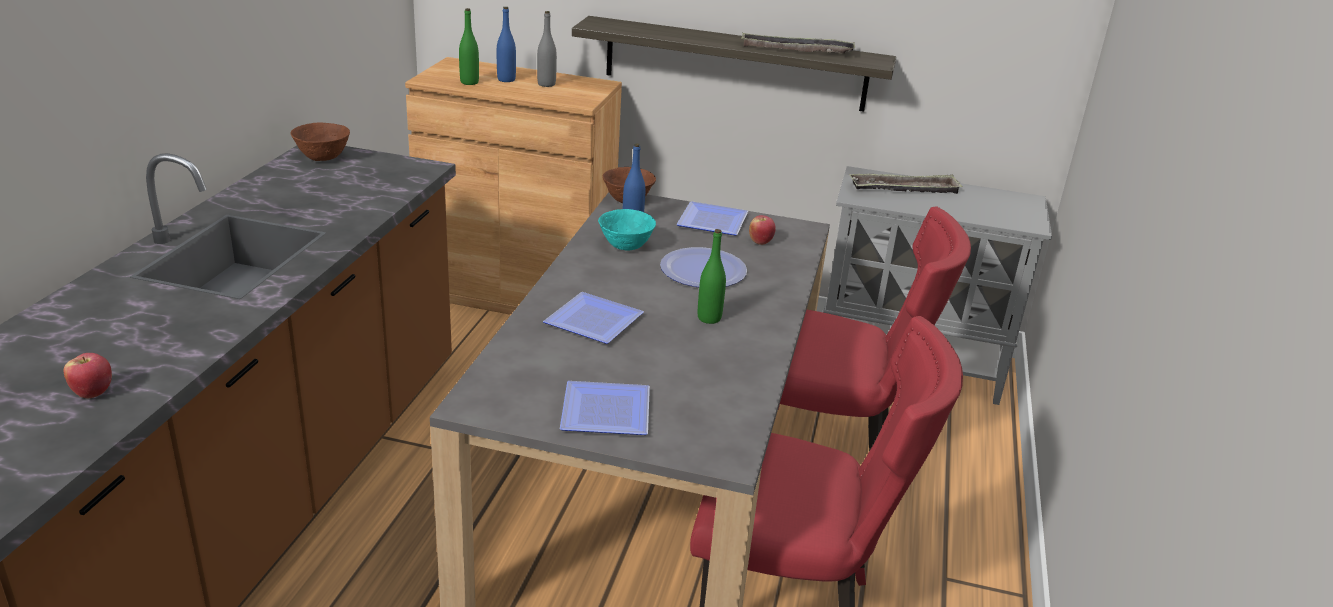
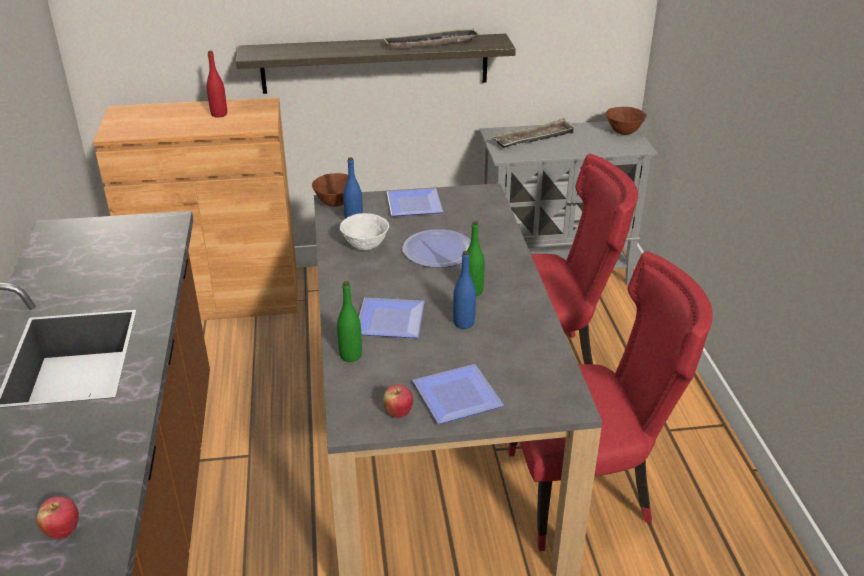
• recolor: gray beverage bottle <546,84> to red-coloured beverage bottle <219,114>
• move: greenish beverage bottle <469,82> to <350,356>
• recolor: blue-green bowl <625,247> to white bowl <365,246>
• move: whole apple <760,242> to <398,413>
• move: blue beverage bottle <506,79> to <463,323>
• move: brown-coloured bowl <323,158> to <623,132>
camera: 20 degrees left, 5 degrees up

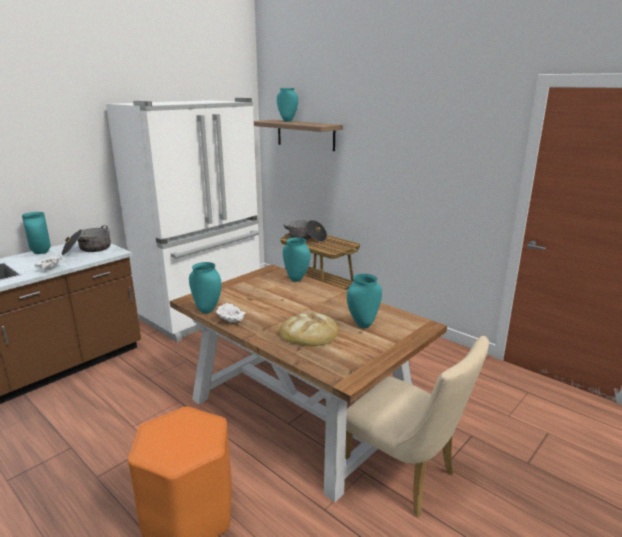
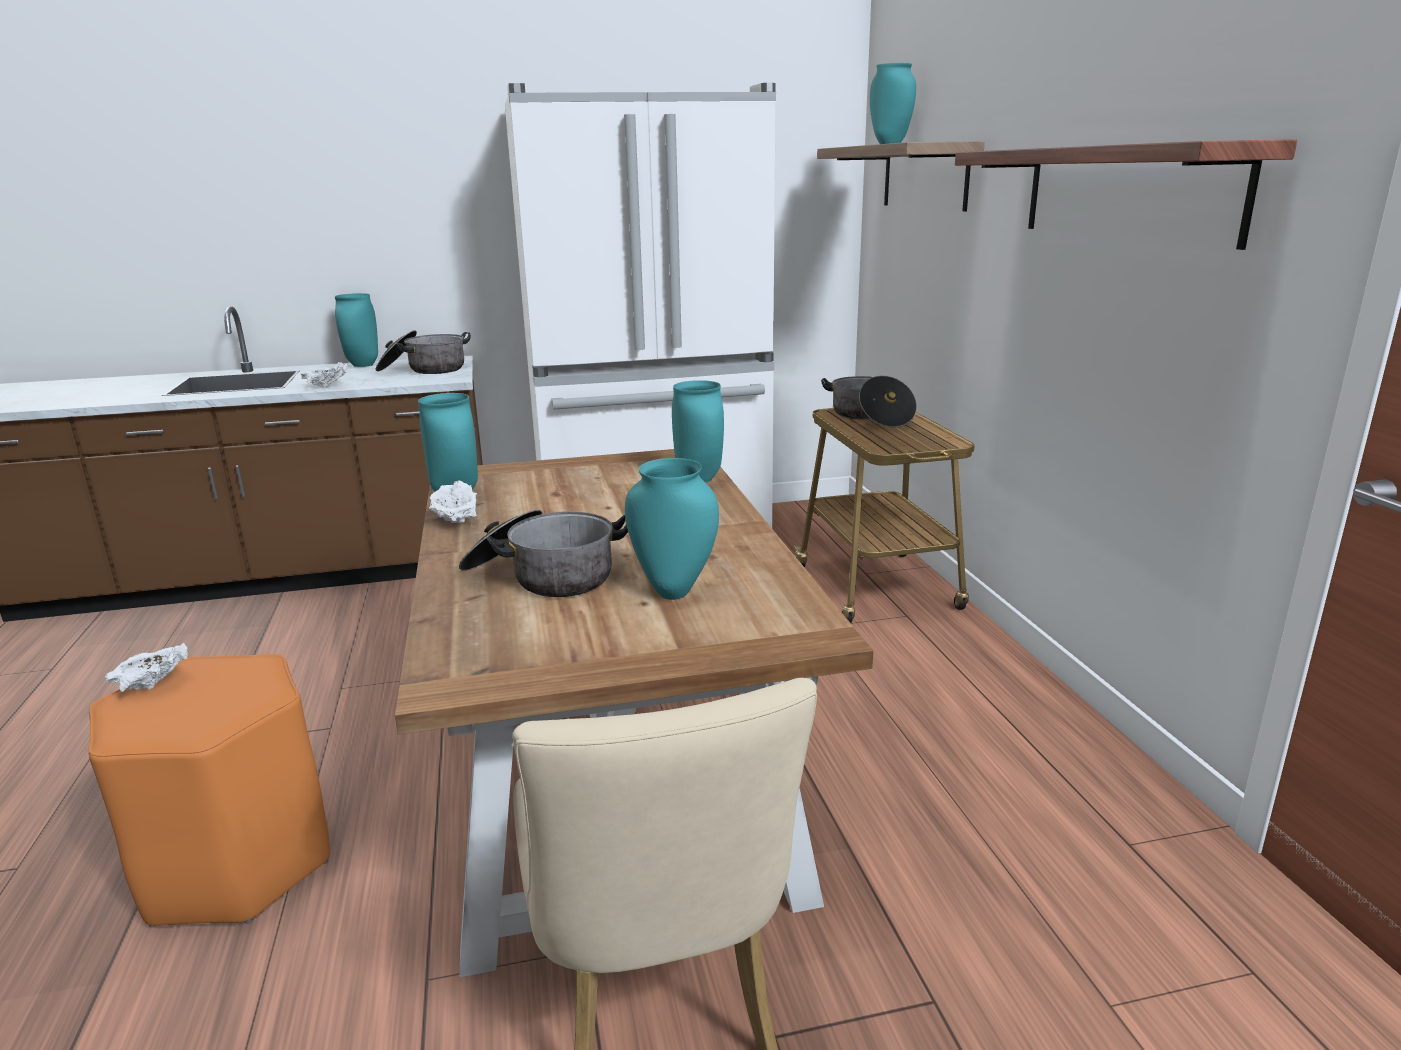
• insert: white bowl <153,686>
• replace: bakery bread <309,333> to stockpot <543,577>
• insert: bracket shelf <1126,192>
camera: 35 degrees right, 0 degrees up

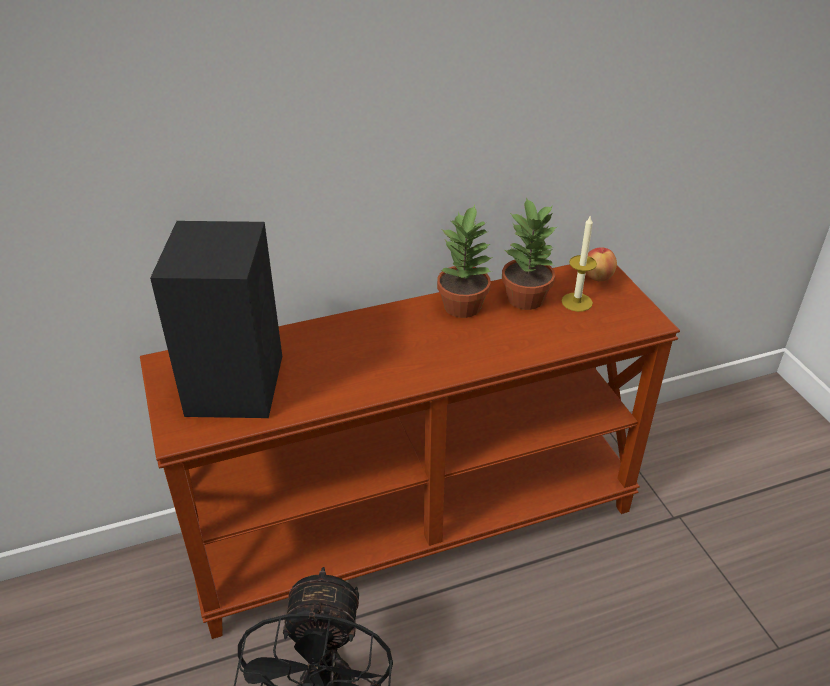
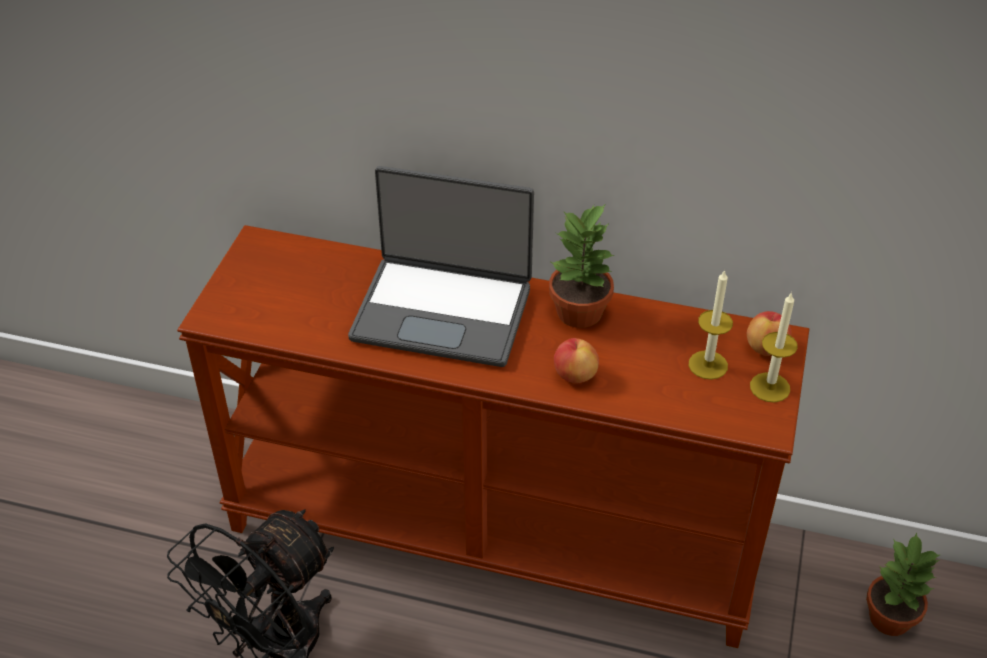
• insert: portable computer <443,311>
• insert: whole apple <574,375>
• insert: candle <770,387>
• move: plant in a pot <526,298> to <891,618>
• delete: blackish audio speaker <235,383>
camera: 35 degrees right, 5 degrees up

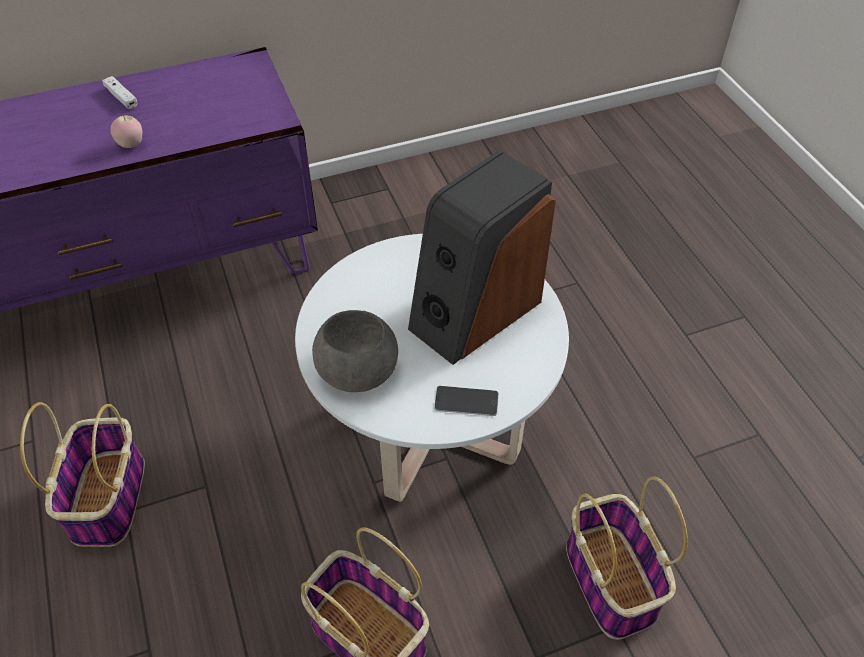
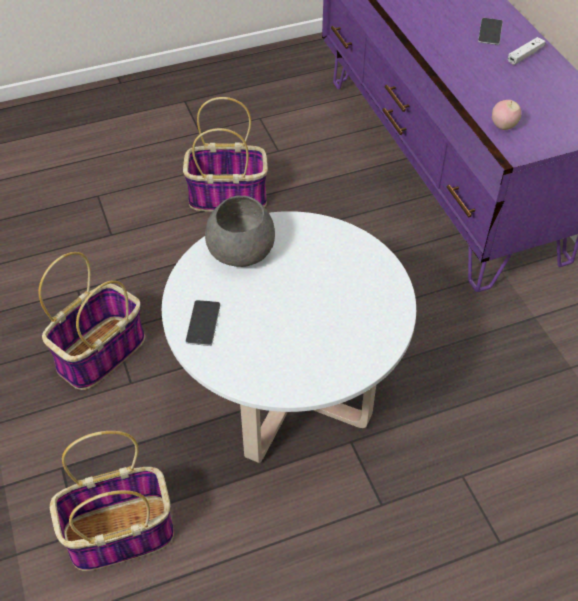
• insert: phone <490,31>
• move: whole apple <131,145> to <503,126>
• delete: audio speaker <474,313>
camera: 90 degrees right, 0 degrees up

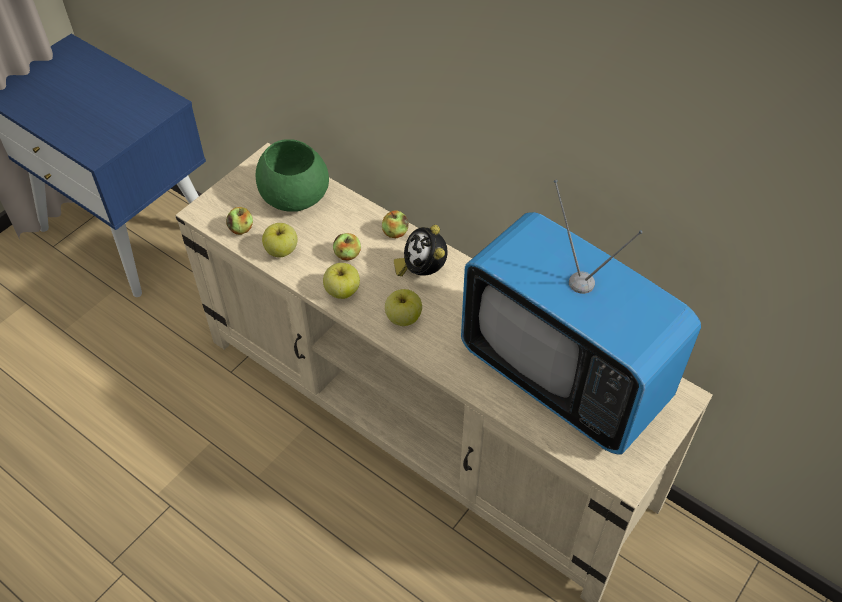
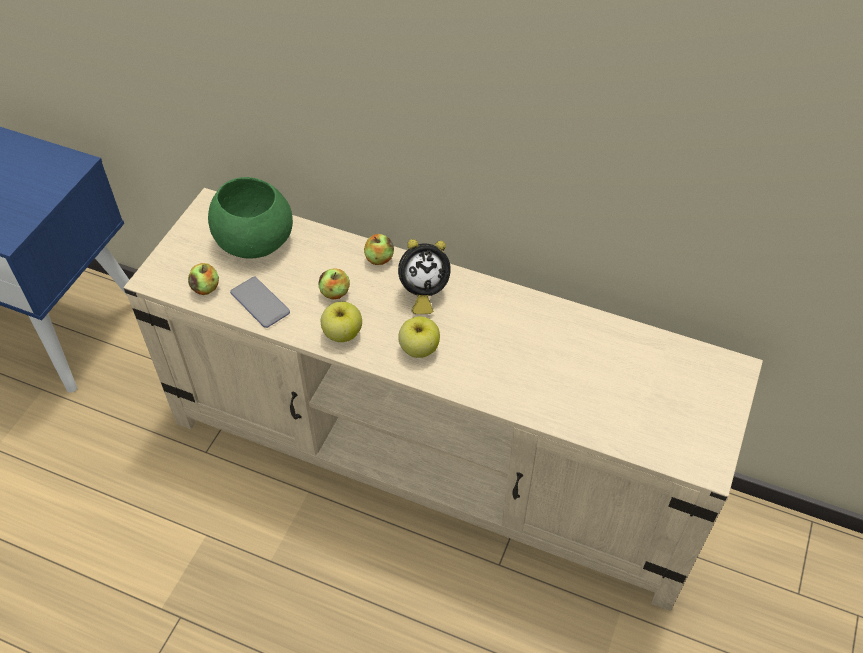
• replace: whole apple <282,251> to phone <260,303>
• rotate: table clock <422,270> = <422,293> 75 degrees counterclockwise
• delete: TV set <564,376>
camera: 15 degrees left, 0 degrees up

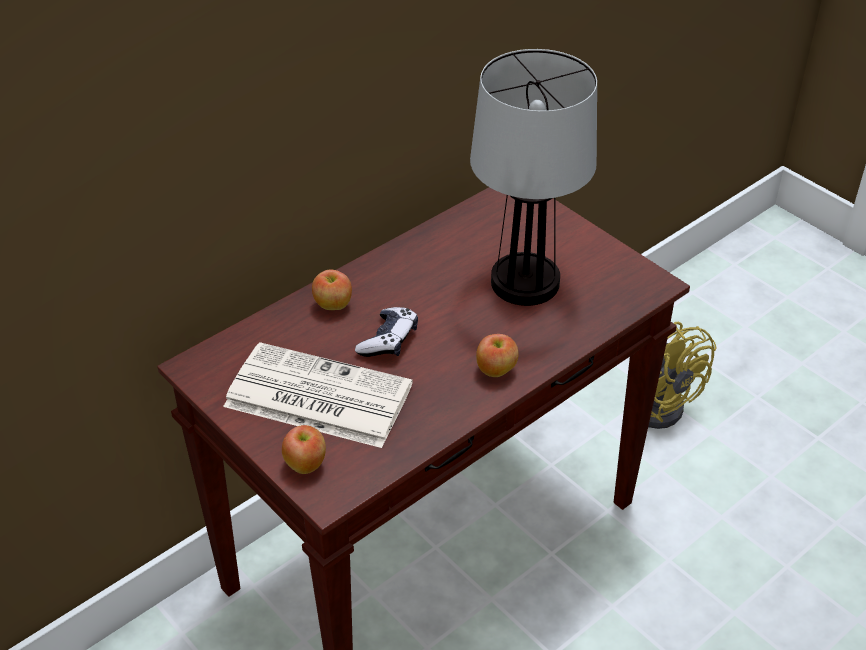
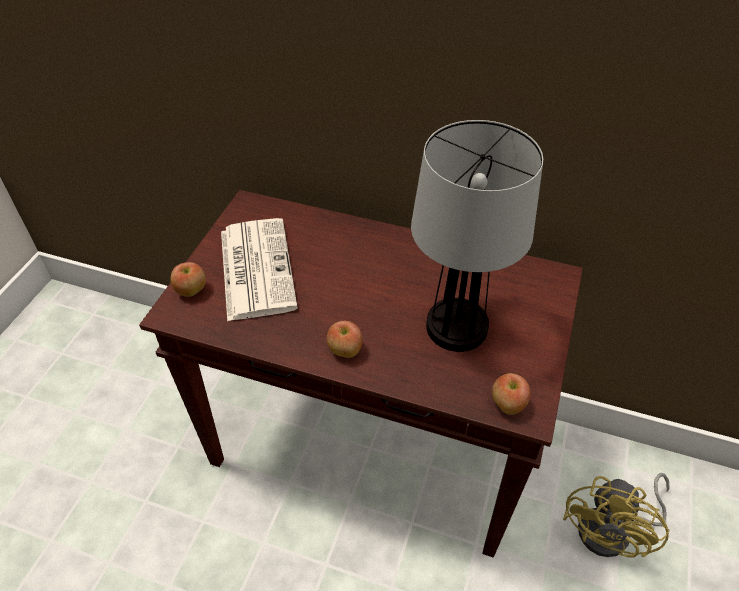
• move: whole apple <333,305> to <507,405>
• delete: game controller <388,340>
camera: 60 degrees right, 5 degrees up

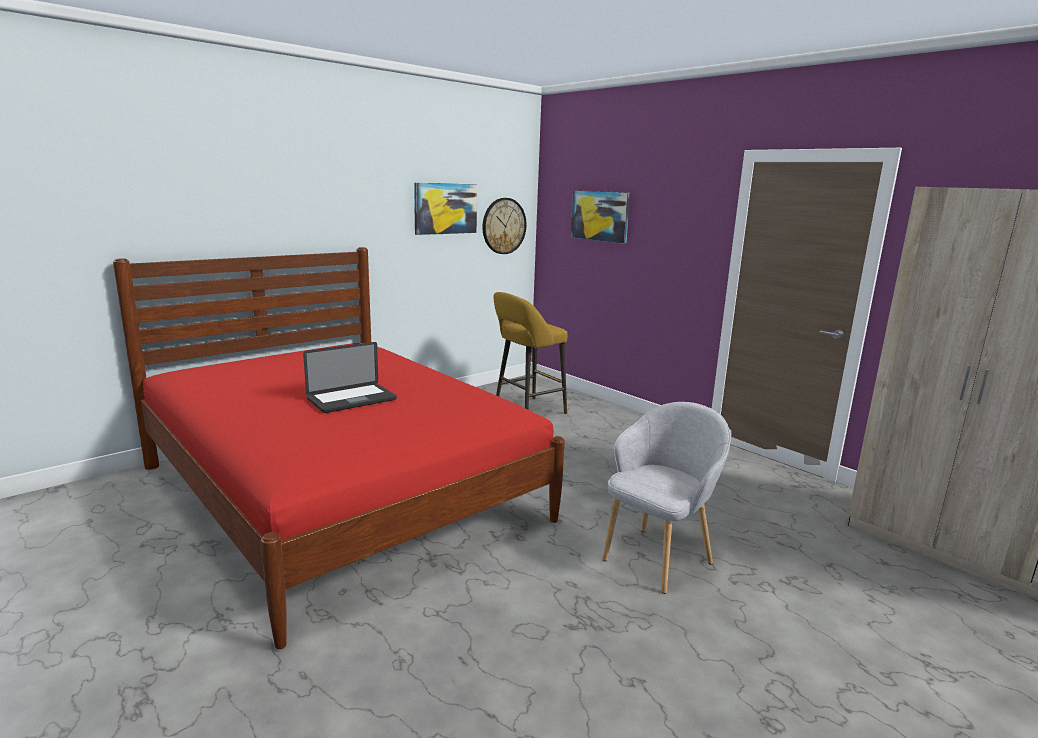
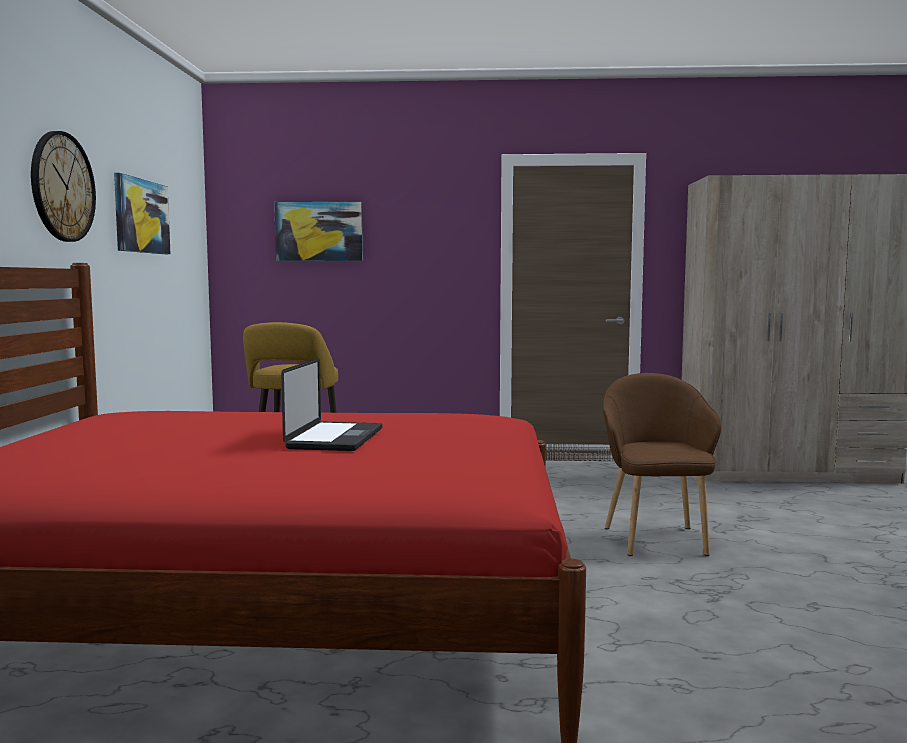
• move: wall clock <504,226> to <62,187>
• recolor: gray lounge chair <658,558> to brown-coloured lounge chair <656,539>
camera: 45 degrees left, 10 degrees down

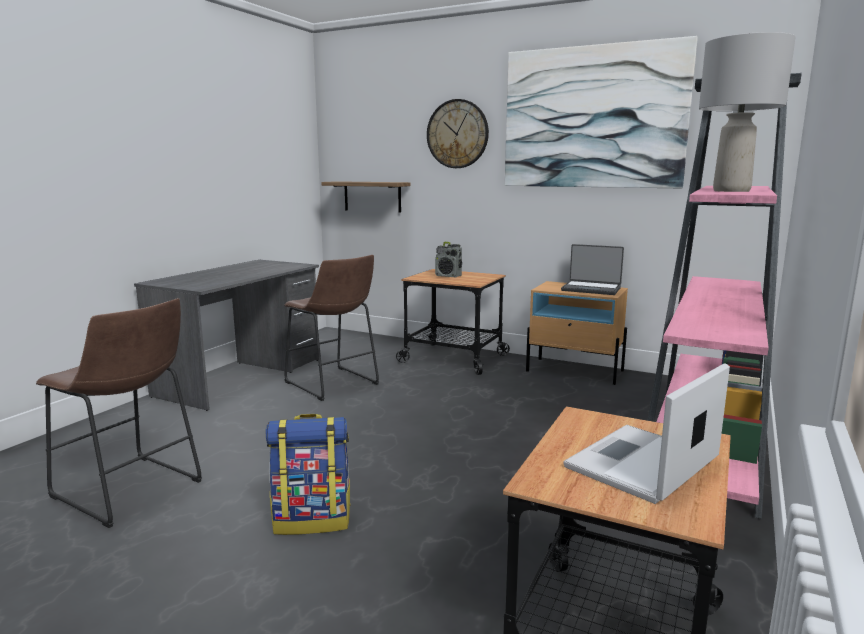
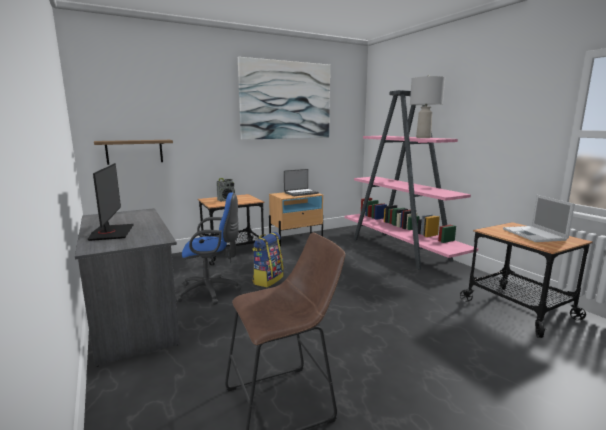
• insert: computer display <111,232>
• replace: brown-coloured stool seat <334,385> to blue office chair <212,291>
• move: rucksack <313,520> to <268,280>
• delete: wall clock <457,134>
camera: 55 degrees left, 0 degrees up

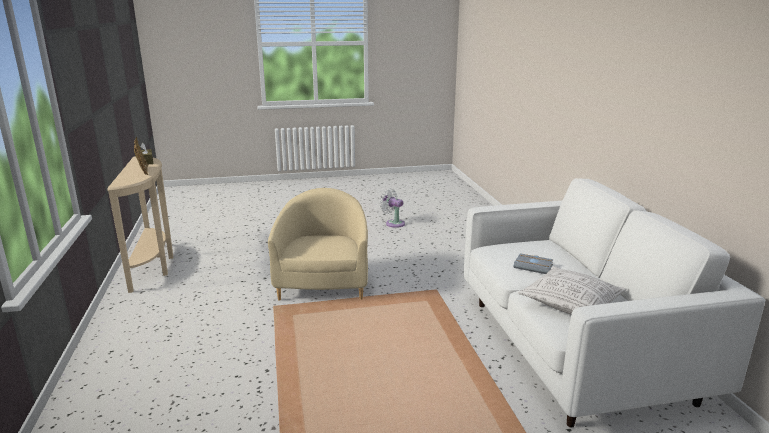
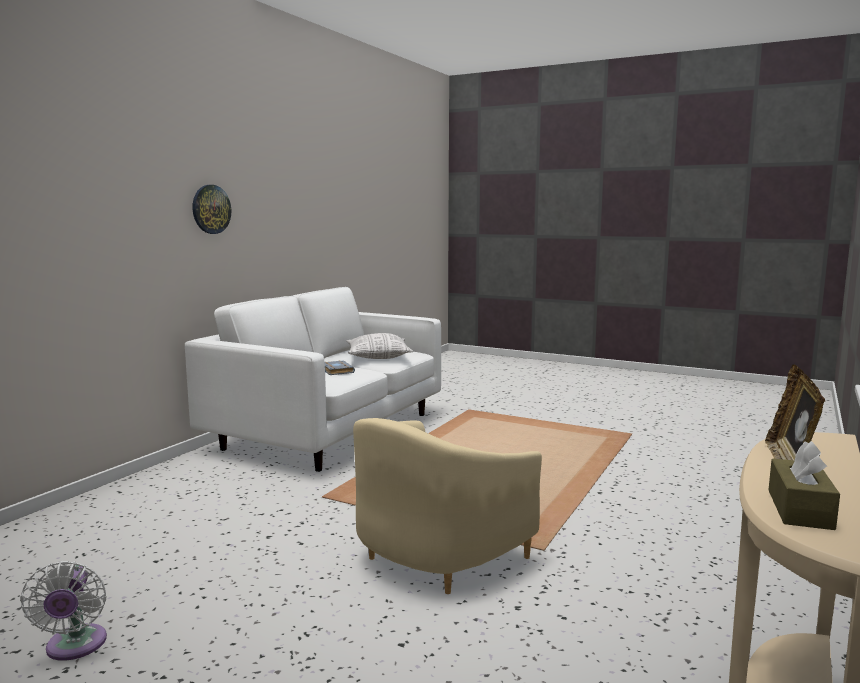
• insert: wall clock <211,209>
camera: 140 degrees left, 10 degrees down

